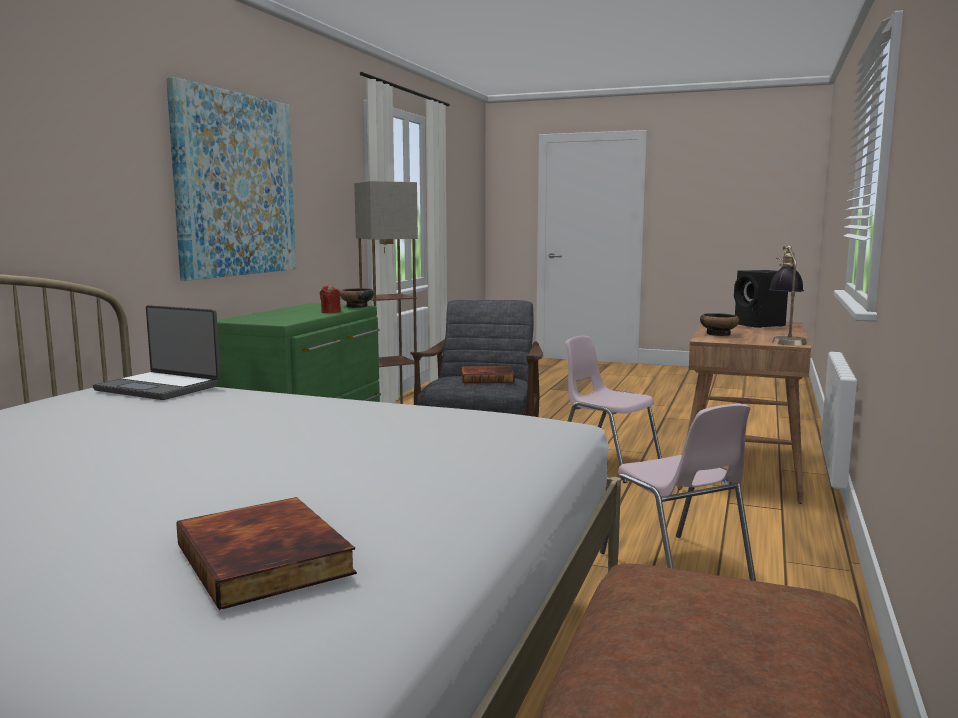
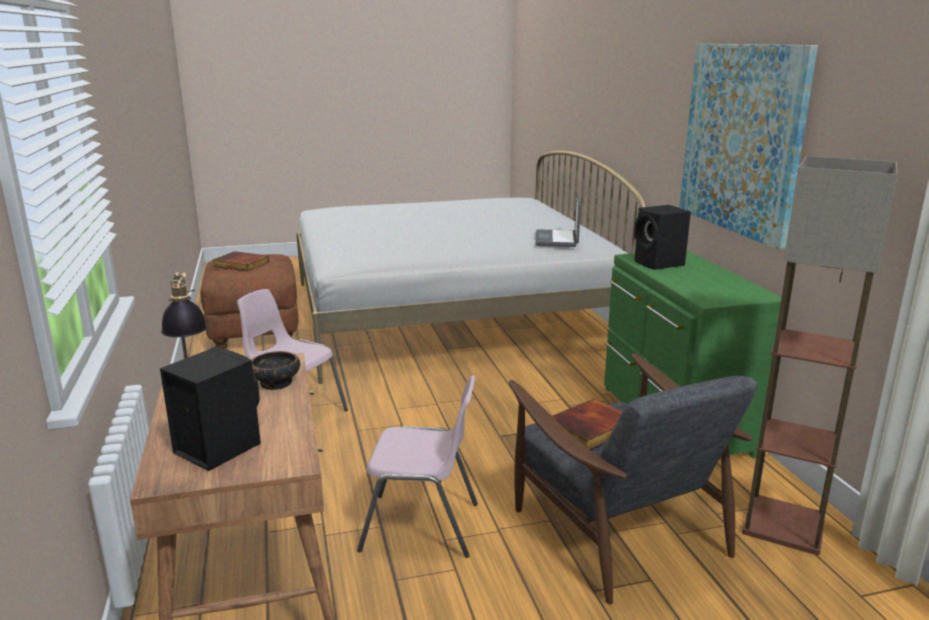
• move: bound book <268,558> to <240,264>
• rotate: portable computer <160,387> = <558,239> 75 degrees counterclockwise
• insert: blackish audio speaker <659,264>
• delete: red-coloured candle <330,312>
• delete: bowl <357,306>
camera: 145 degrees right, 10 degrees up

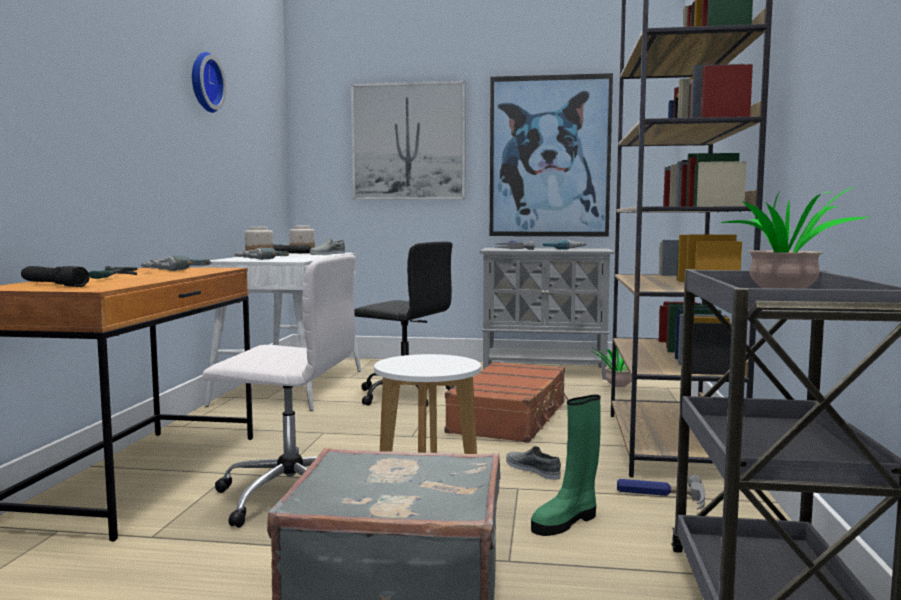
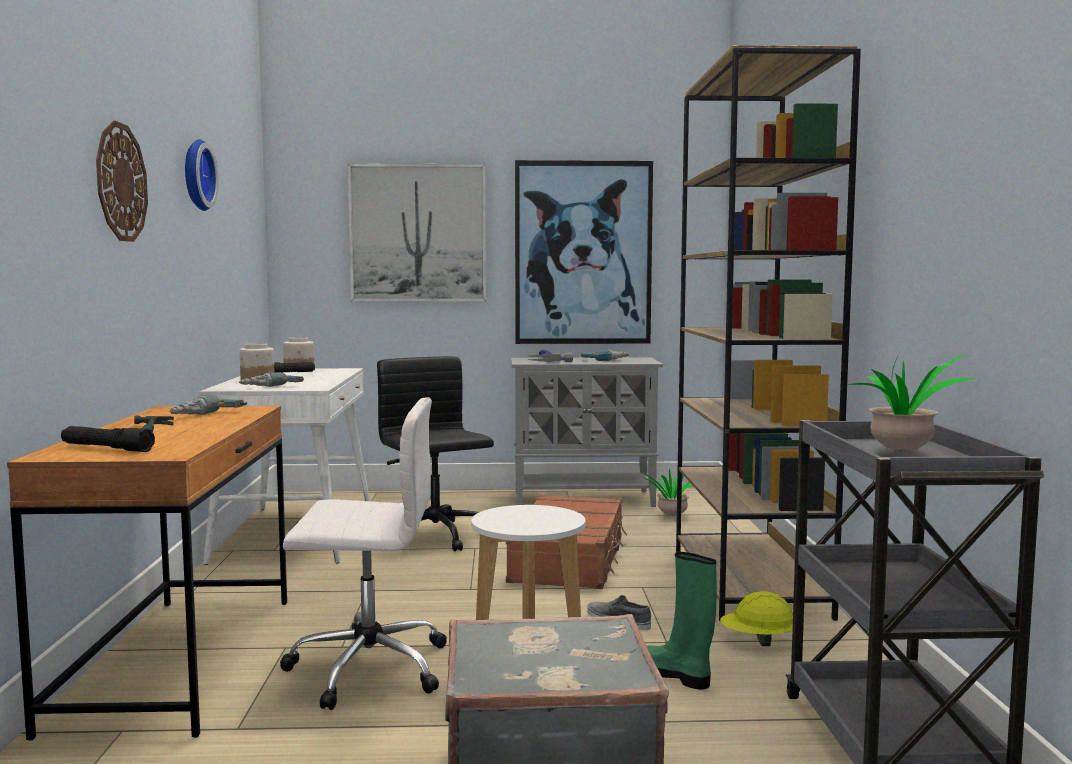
• insert: wall clock <120,182>
• rotate: blackish office chair <403,395> = <436,537> 135 degrees counterclockwise
• rotate: greenish tall boot <566,521> = <675,675> 90 degrees clockwise
• replace: tool hammer <660,497> to yellow-coloured safety helmet <758,641>
• delete: gray shoe <327,254>
camera: 10 degrees left, 0 degrees up

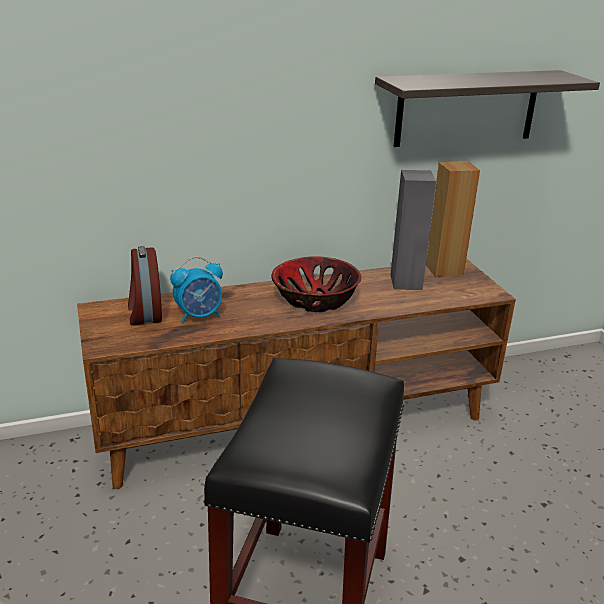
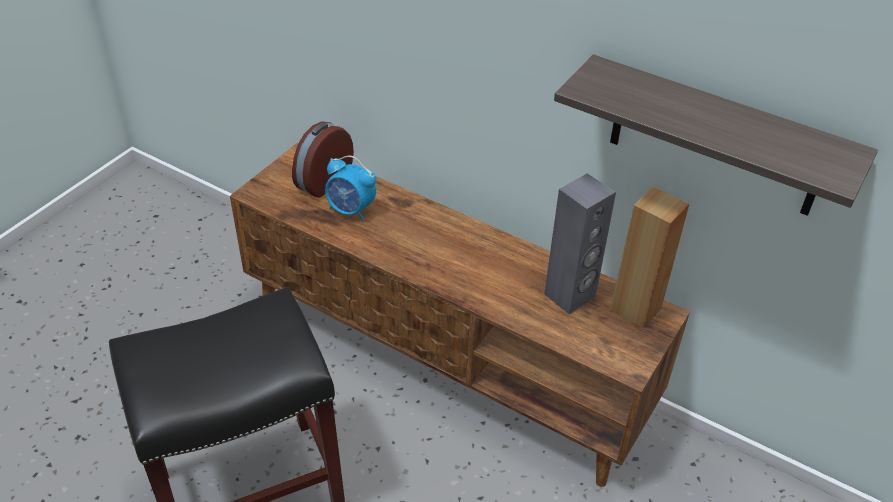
• delete: bowl <314,300>
camera: 50 degrees right, 15 degrees up

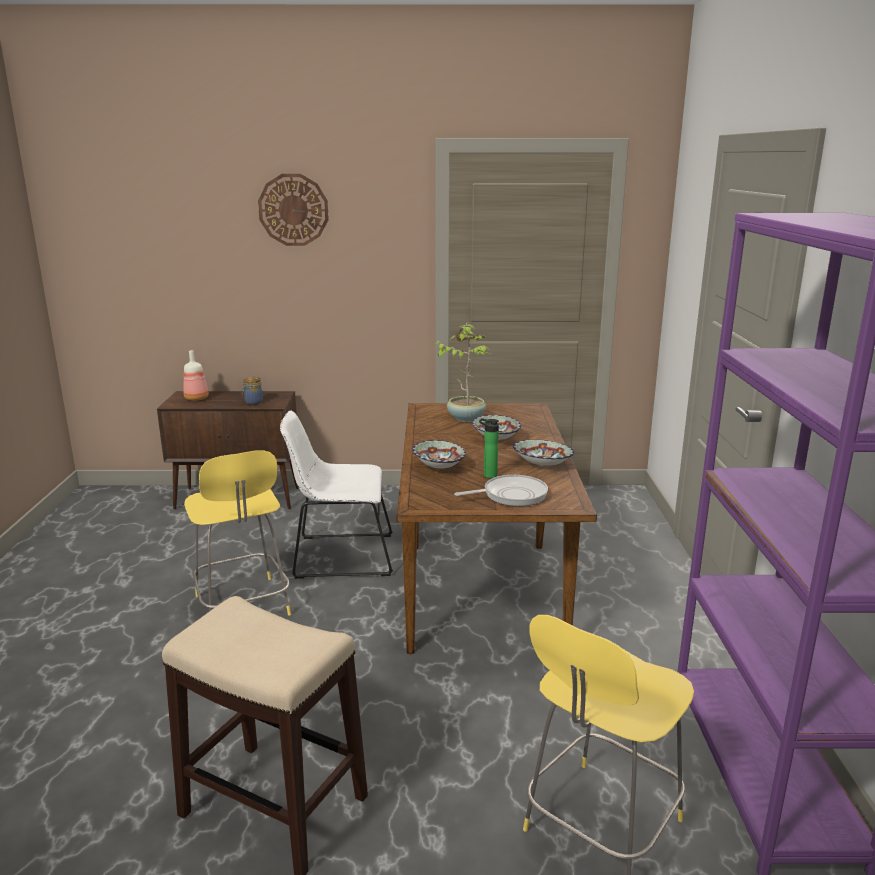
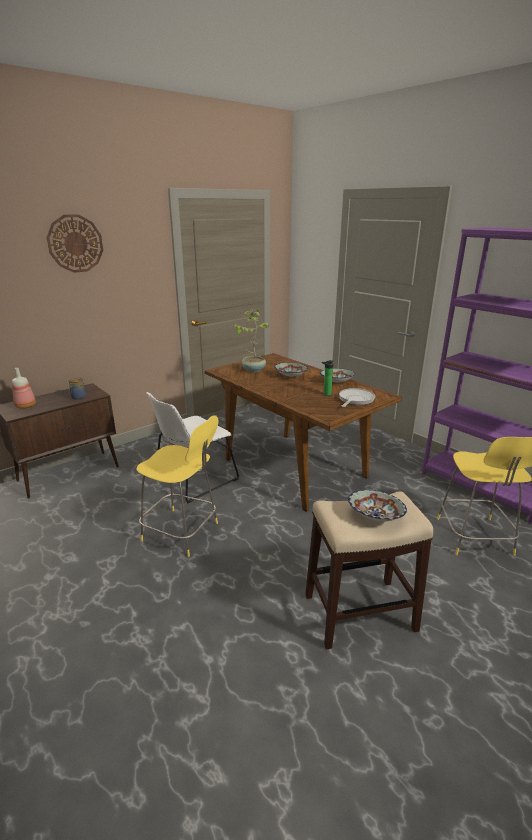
• move: bowl <438,467> to <375,517>
camera: 40 degrees left, 5 degrees up

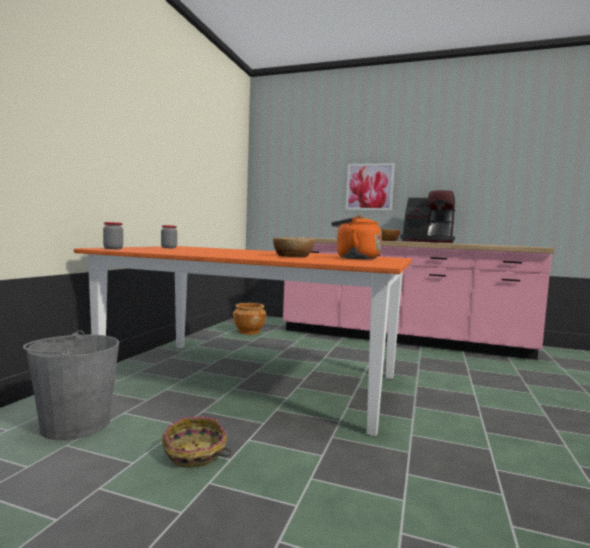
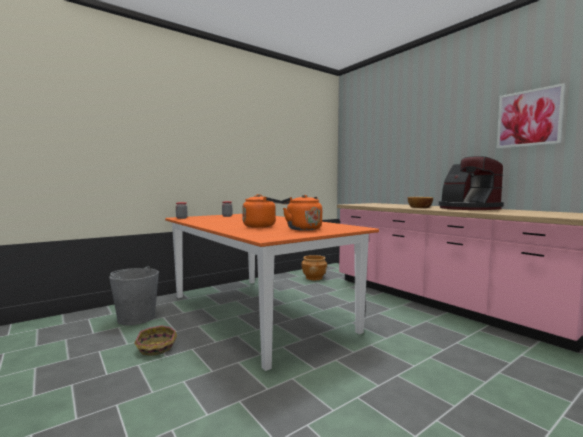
• replace: bowl <293,256> to orange-coloured water kettle <261,226>
• move: picture <369,187> to <529,118>
camera: 35 degrees right, 0 degrees up

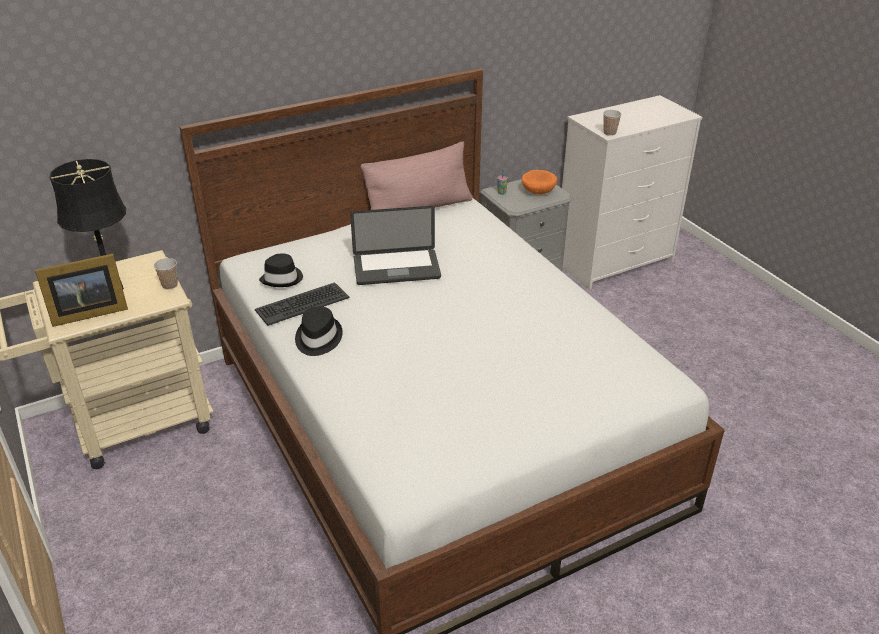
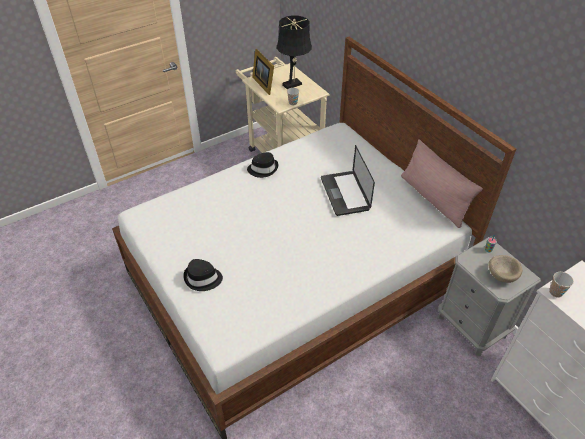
• move: blackish wearable hat <282,278> to <203,278>
• recolor: orange-coloured bowl <537,191> to beige-coloured bowl <502,275>
• delete: PC keyboard <302,304>
camera: 85 degrees right, 10 degrees up

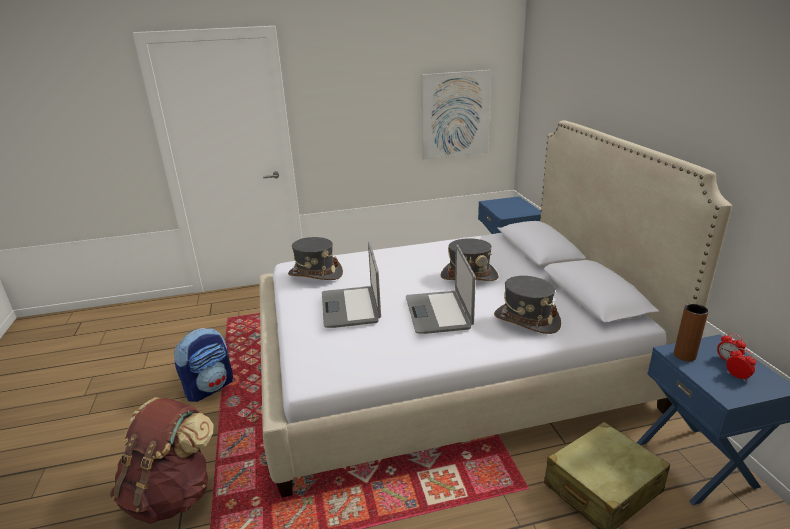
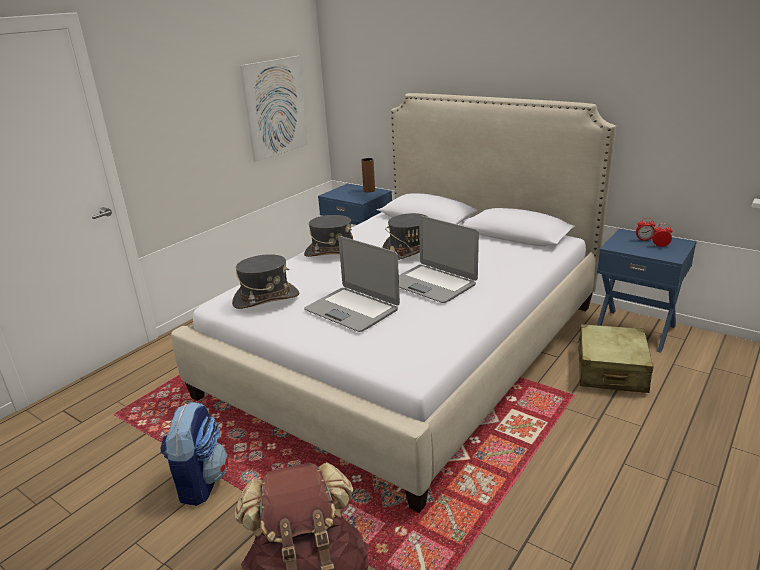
• move: gray wearable hat <526,320> to <332,252>
• move: brown-coloured vase <684,355> to <369,190>
camera: 40 degrees left, 0 degrees up

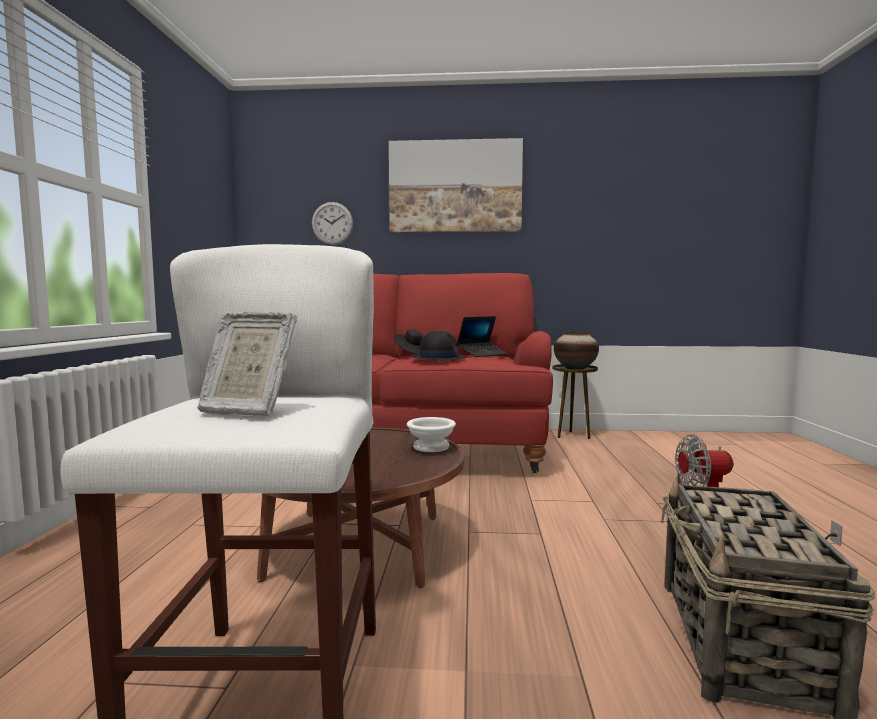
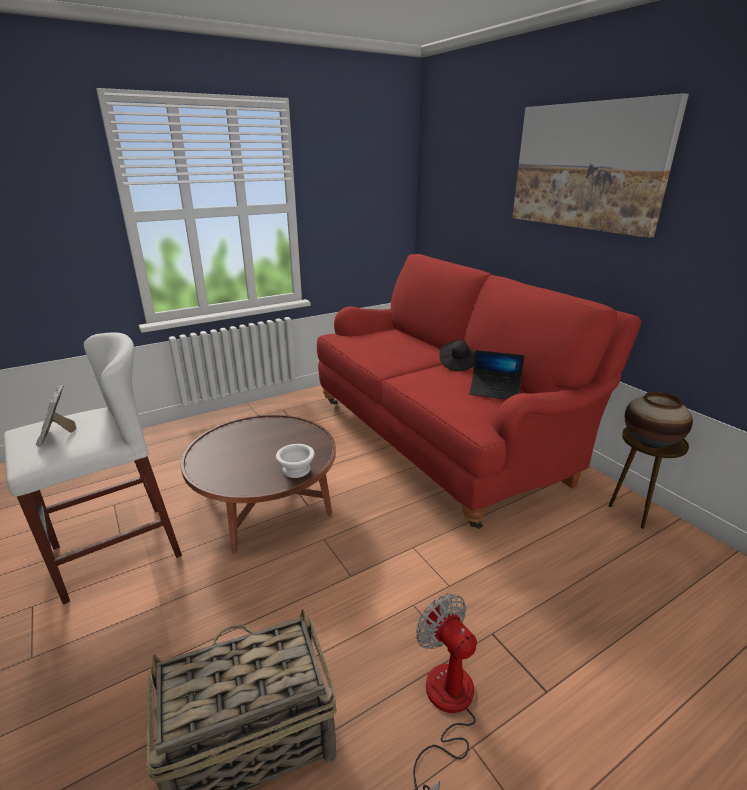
• delete: wall clock <332,223>
• delete: blackish wearable hat <439,358>
camera: 55 degrees right, 20 degrees up

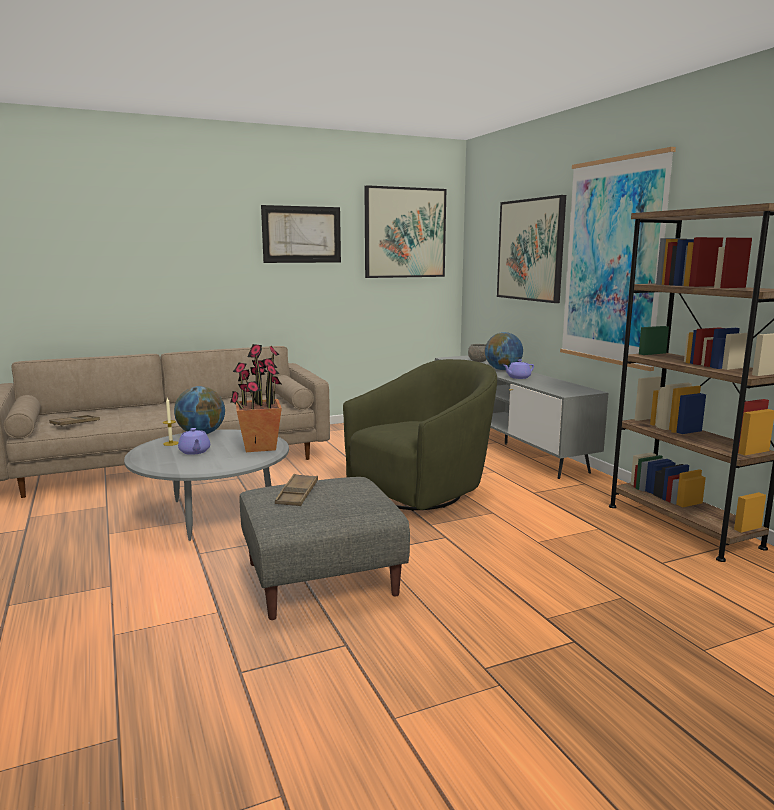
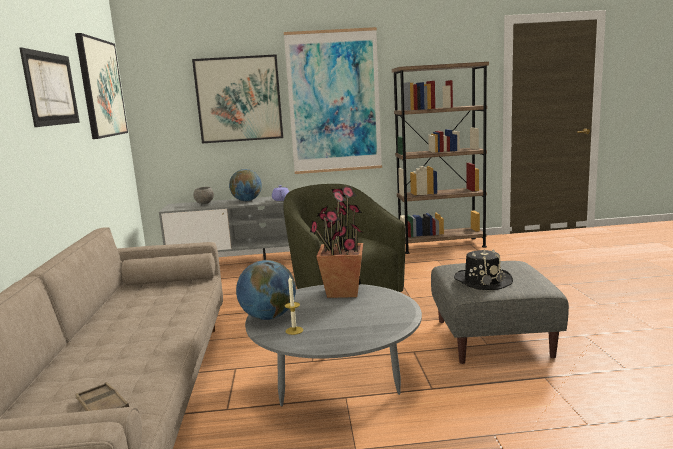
• replace: brown-coloured tray <297,494> to blackish wearable hat <482,281>
• delete: purple-coloured tea pot <194,452>
camera: 70 degrees left, 0 degrees up

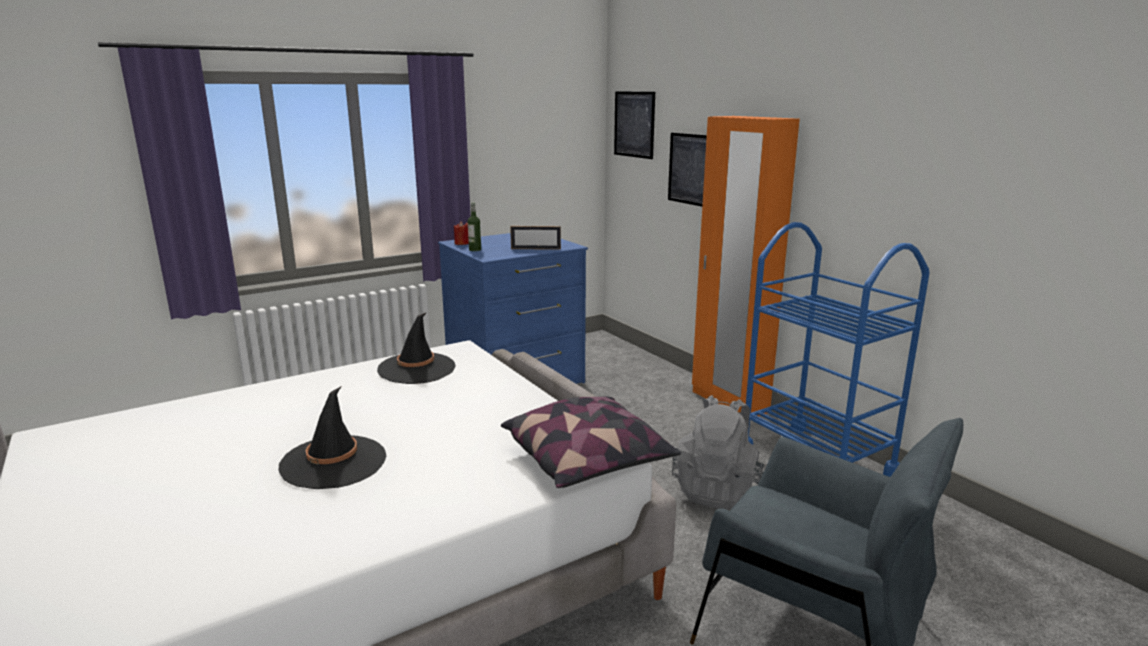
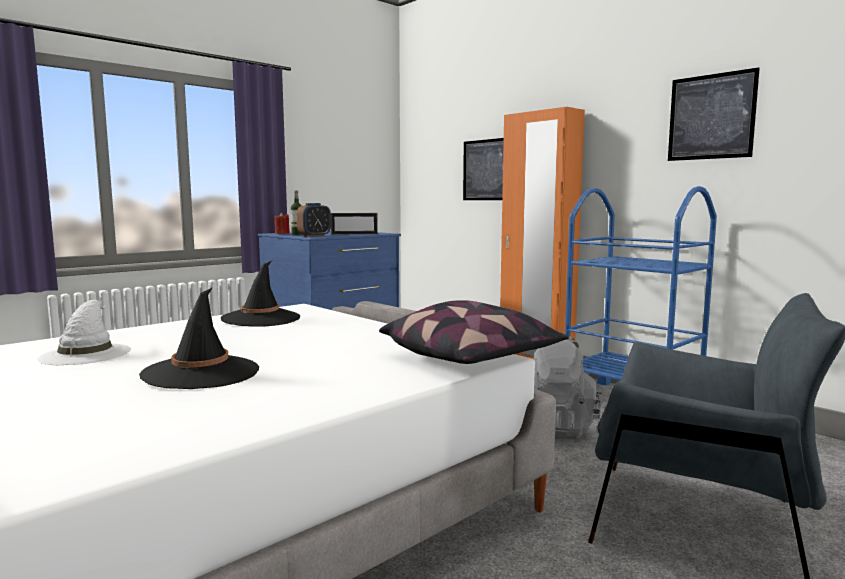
• insert: white wearable hat <86,353>
• insert: table clock <314,236>
• move: picture <634,124> to <711,117>
camera: 10 degrees left, 10 degrees down

